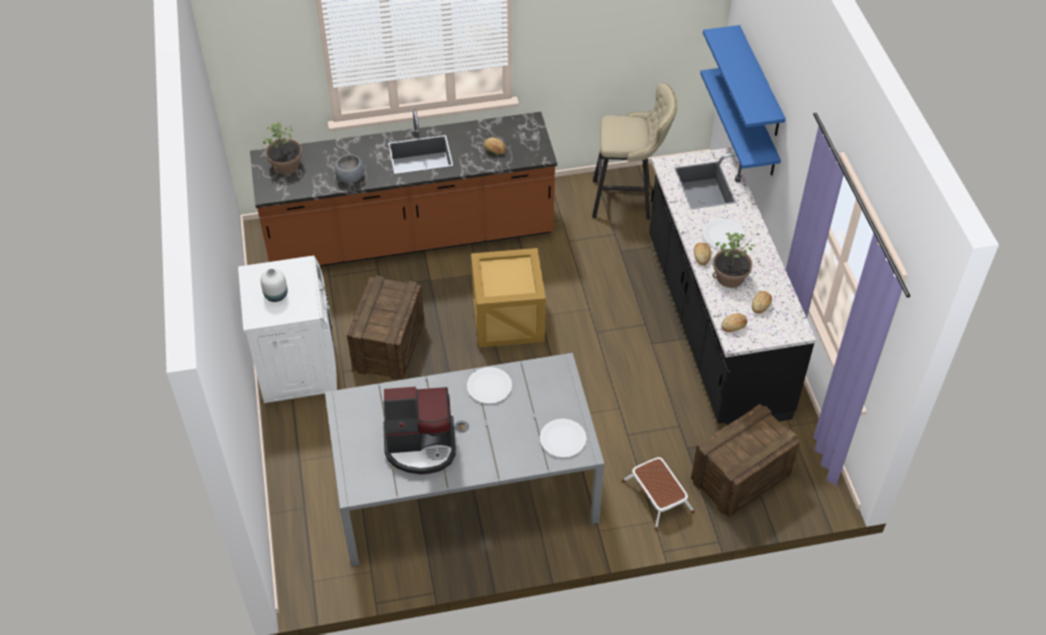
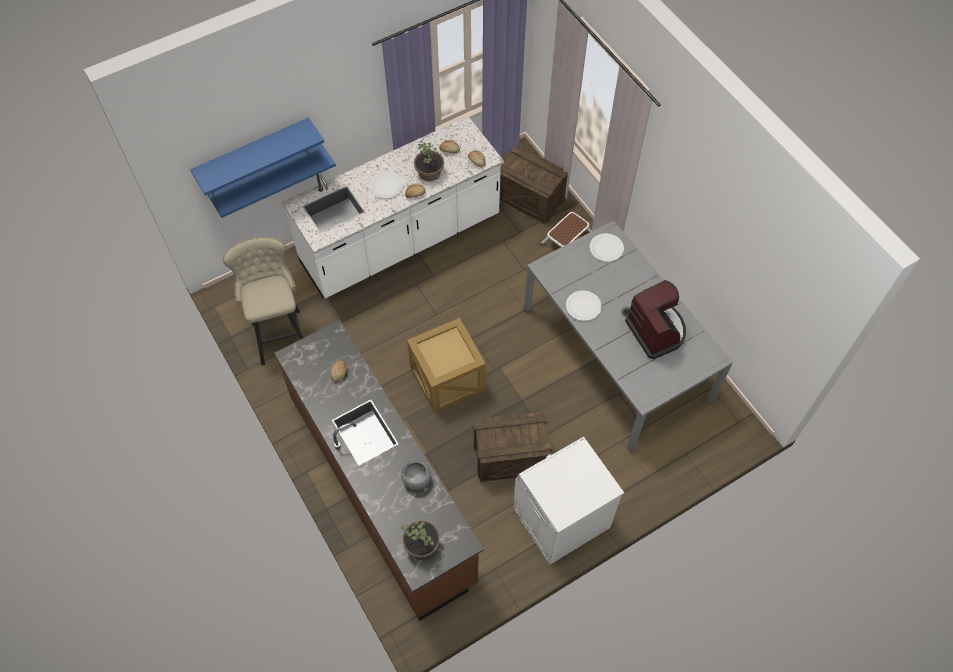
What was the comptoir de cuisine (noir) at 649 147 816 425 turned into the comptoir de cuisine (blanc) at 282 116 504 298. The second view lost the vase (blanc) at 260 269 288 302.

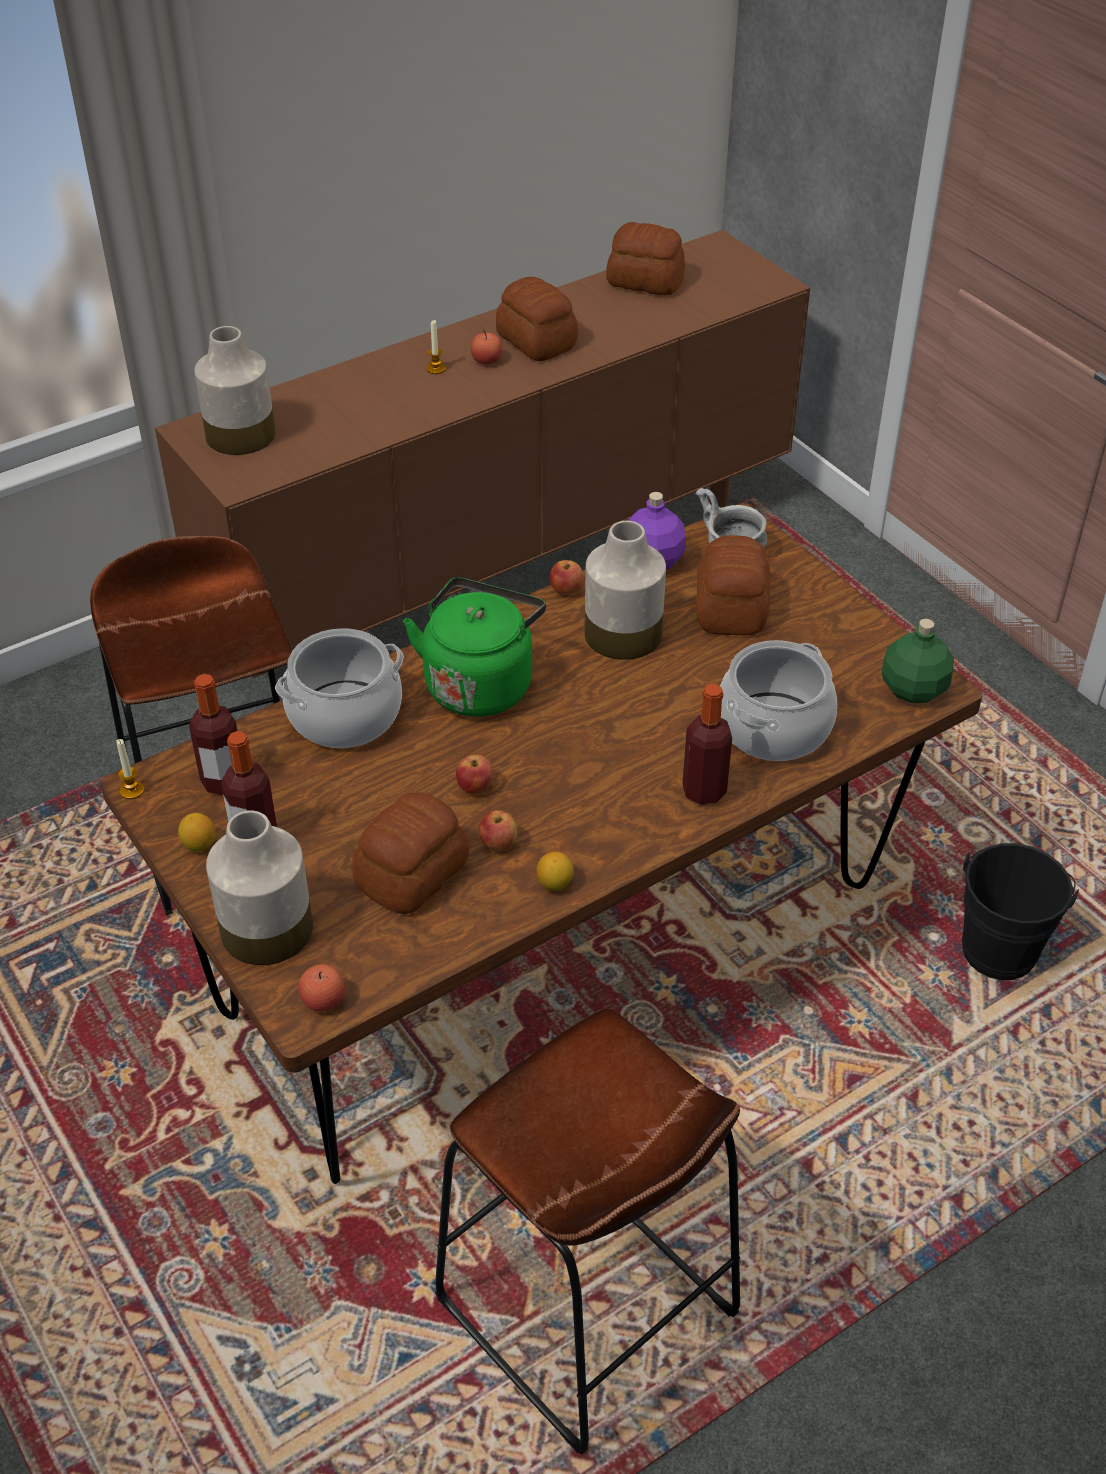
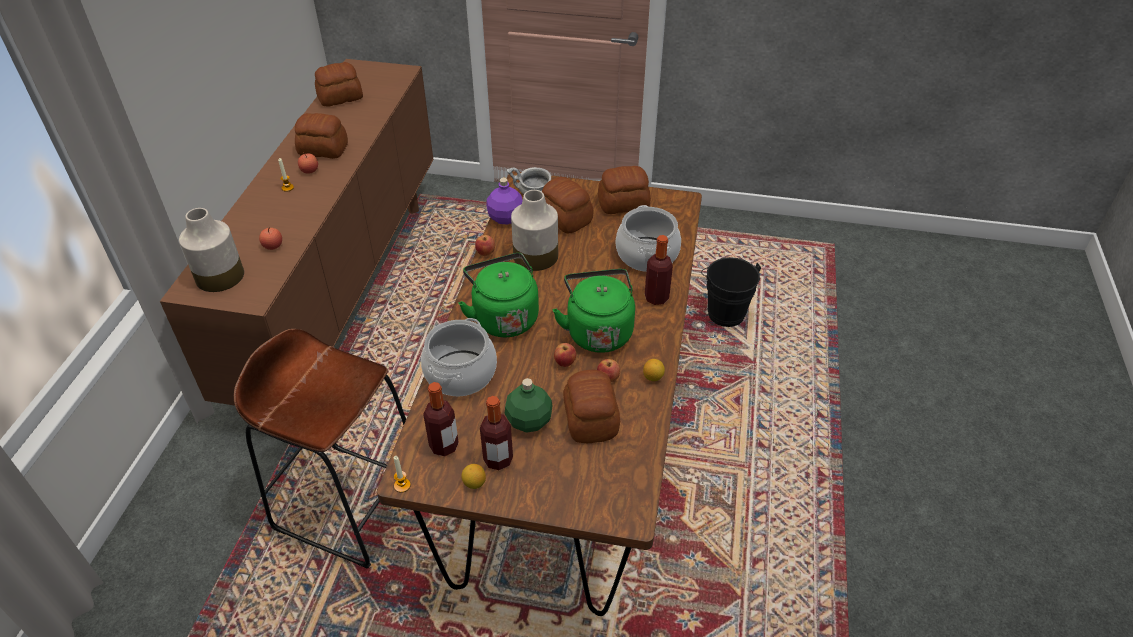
The pomme ended up elsewhere, having gone from 298 964 345 1012 to 259 227 282 250. The bouteille (vert) ended up elsewhere, having gone from 882 619 954 703 to 505 378 553 433. The second view gained the bouilloire (vert) at 553 269 635 353. The second view gained the pain at 598 166 651 214. The second view lost the vase (beige) at 206 810 313 965. The second view lost the tabouret (marron) at 435 1008 740 1454.

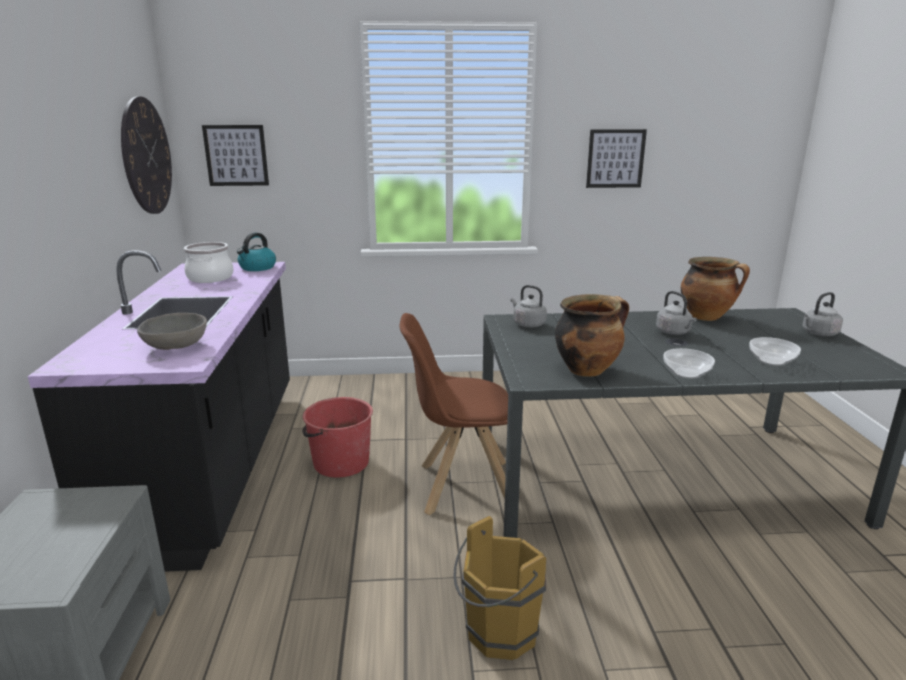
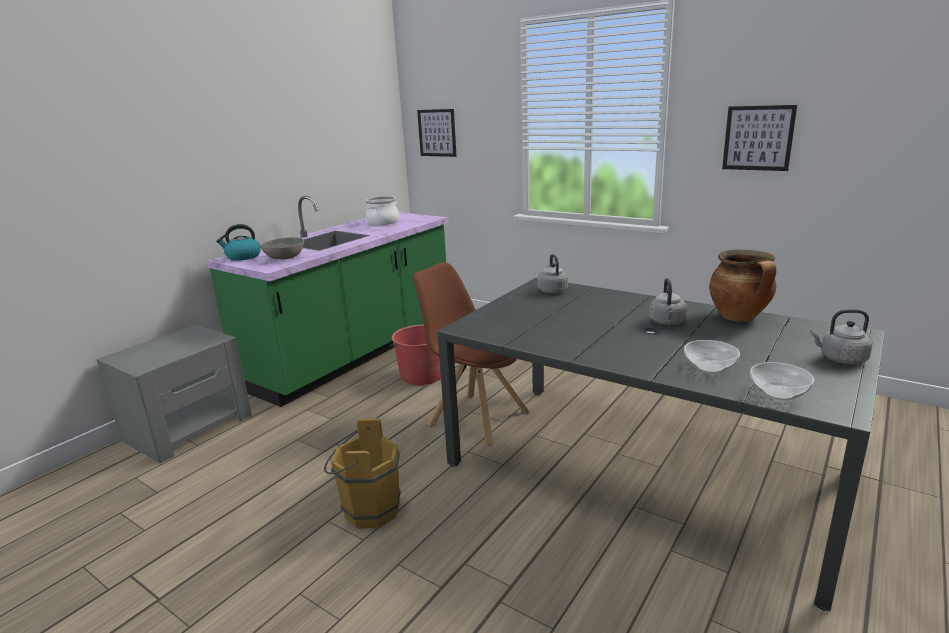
What was the comptoir de cuisine (noir) at 28 250 290 572 turned into the comptoir de cuisine (vert) at 207 196 449 407. The bouilloire ended up elsewhere, having gone from 237 233 276 271 to 216 224 261 261. The bol ended up elsewhere, having gone from 663 348 715 379 to 750 362 814 400. The second view lost the horloge murale at 121 96 172 214. The second view lost the marmite at 555 294 629 377.

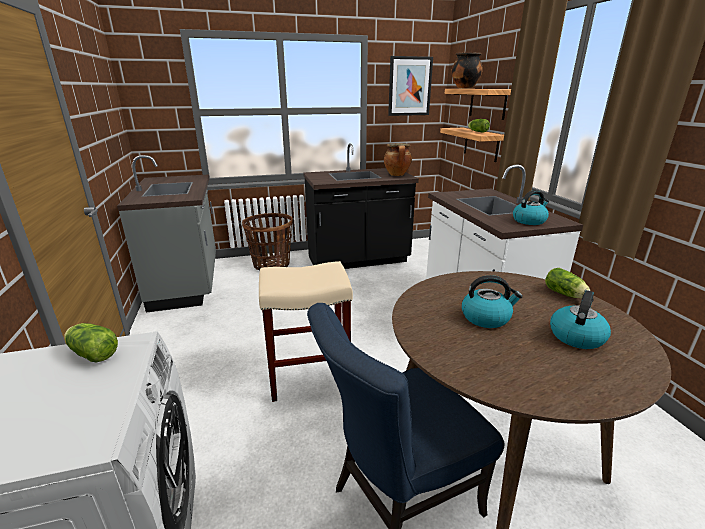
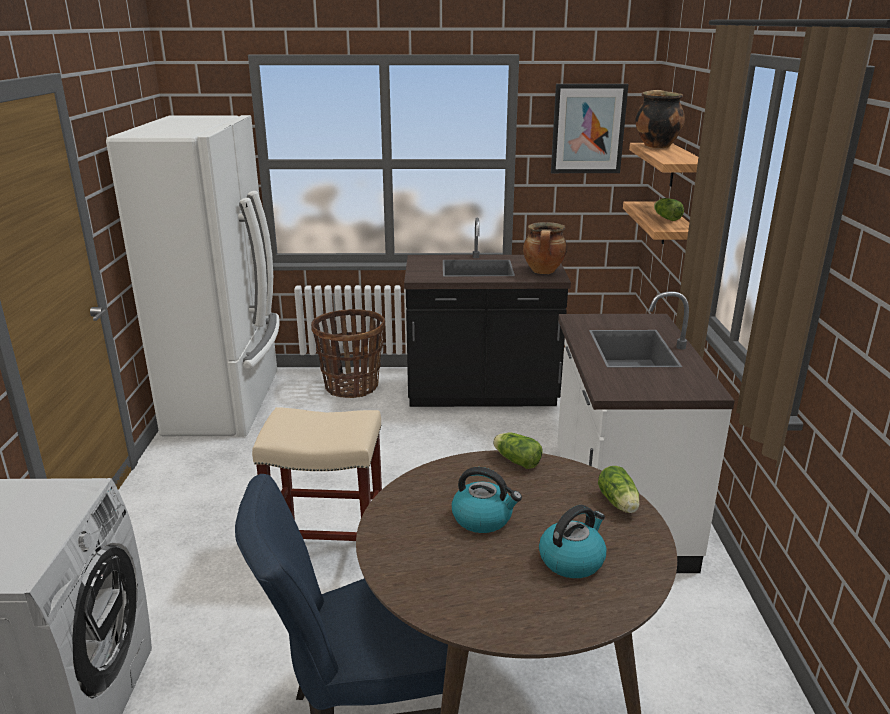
Where the comptoir de cuisine (gris) stood at 117 155 216 313, the réfrigérateur (blanc) came to stand at 106 115 280 437. The laitue ended up elsewhere, having gone from 64 323 118 362 to 493 433 543 469. The second view lost the bouilloire at 513 190 549 225.

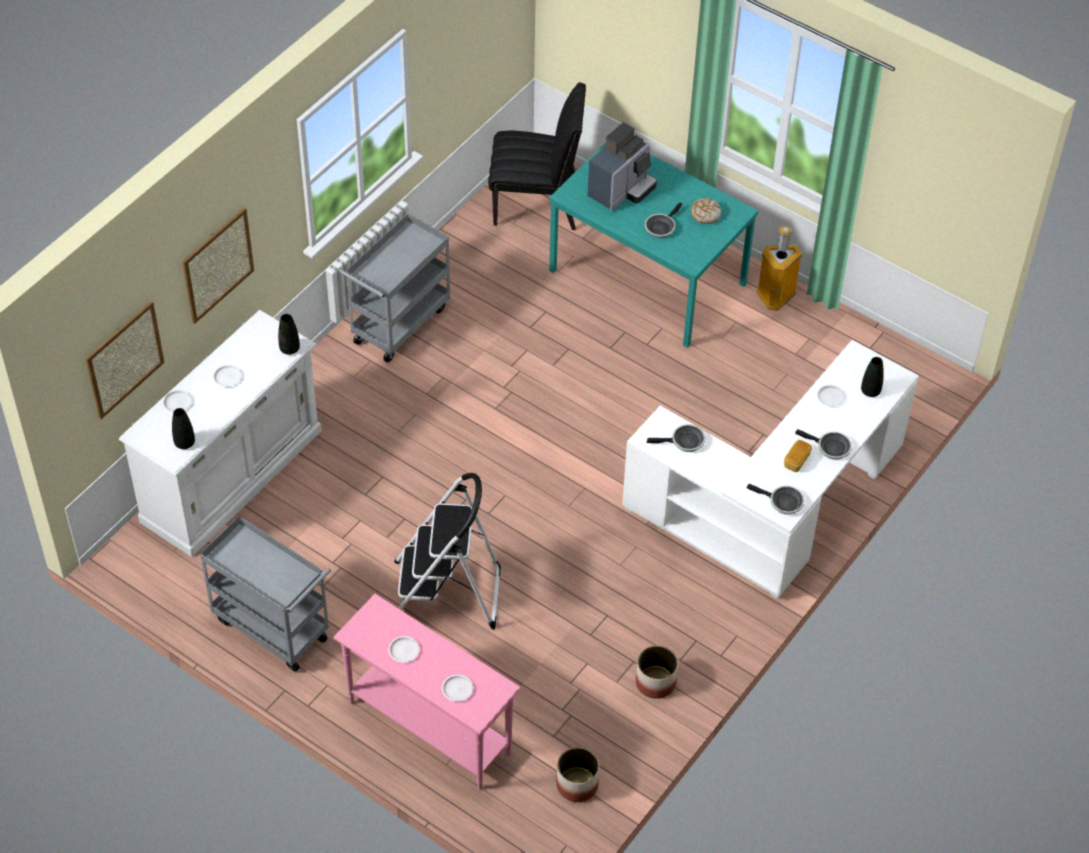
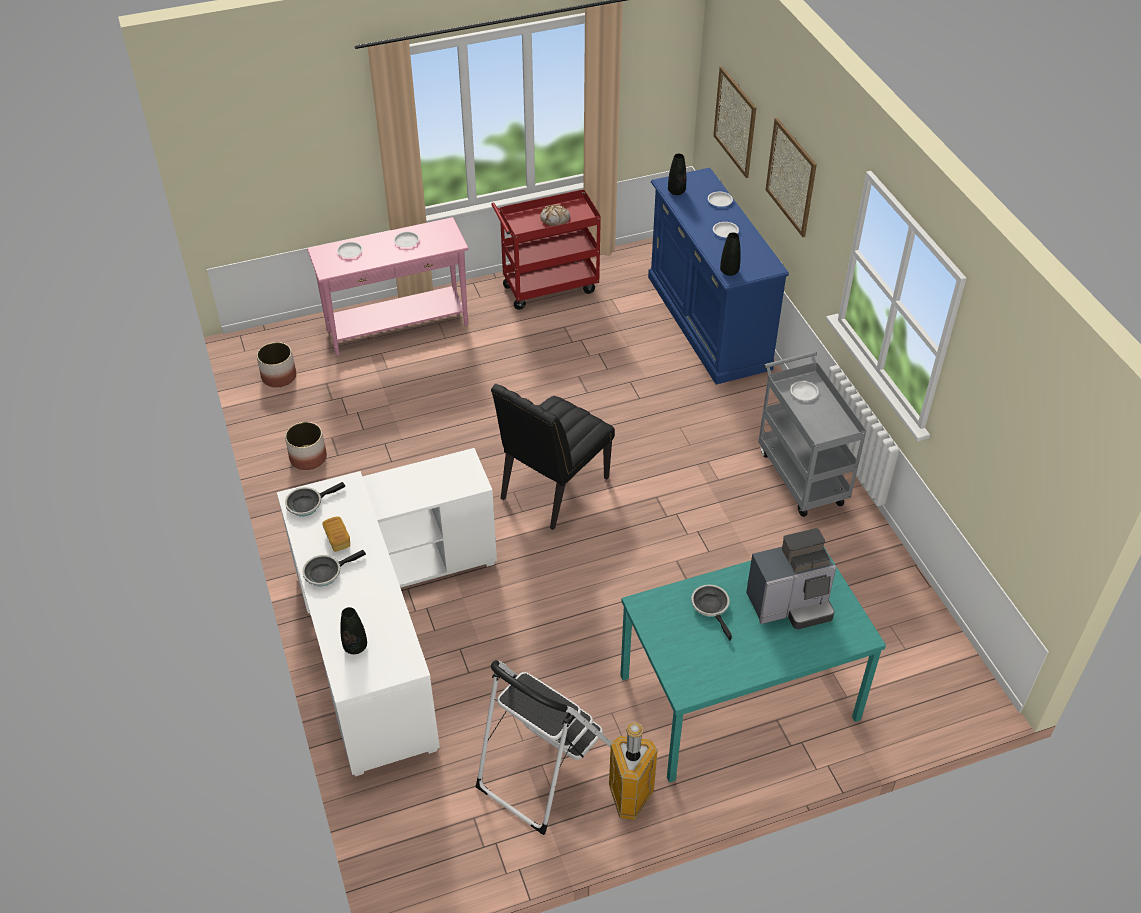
The escabeau ended up elsewhere, having gone from 394 473 501 630 to 476 660 612 835. What was the chariot (gris) at 200 517 331 672 turned into the chariot (rouge) at 491 190 601 310. The chaise (noir) ended up elsewhere, having gone from 488 82 586 230 to 491 384 615 530. The pain ended up elsewhere, having gone from 691 198 721 224 to 540 205 570 226. What was the meuble de rangement (blanc) at 119 310 322 557 turned into the meuble de rangement (bleu) at 648 168 789 385. The machine à café at 588 122 657 211 ended up facing another way, 90 degrees counterclockwise from before. The assiette (blanc) ended up elsewhere, having gone from 817 385 845 407 to 790 381 819 401. The second view lost the poêle at 647 424 705 452.

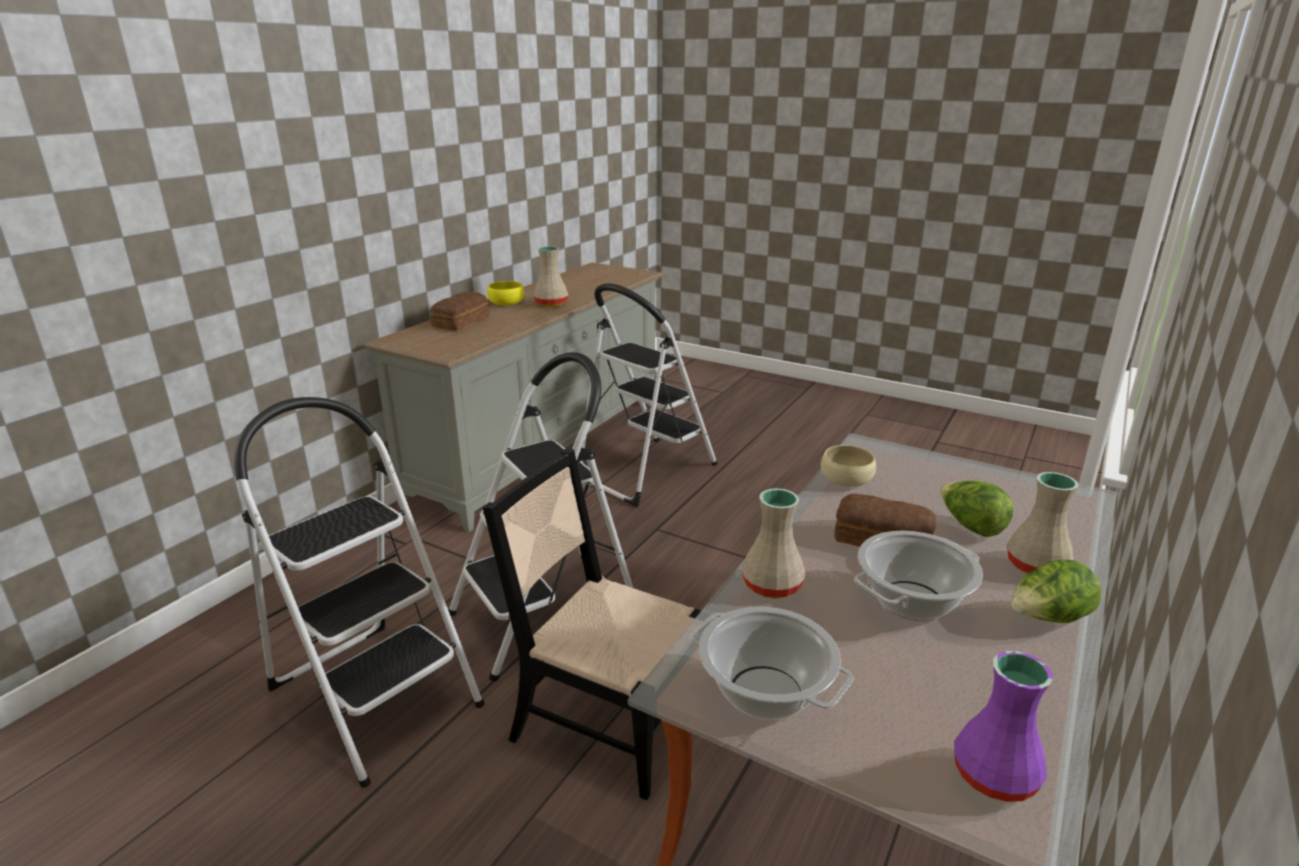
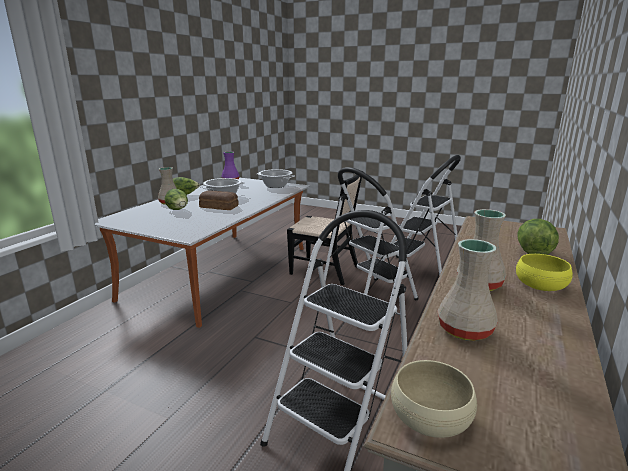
The bol (beige) ended up elsewhere, having gone from 821 445 876 487 to 391 360 477 438. The vase (beige) ended up elsewhere, having gone from 742 488 805 599 to 438 239 498 341. Where the pain stood at 430 292 490 331, the laitue came to stand at 517 219 559 255.

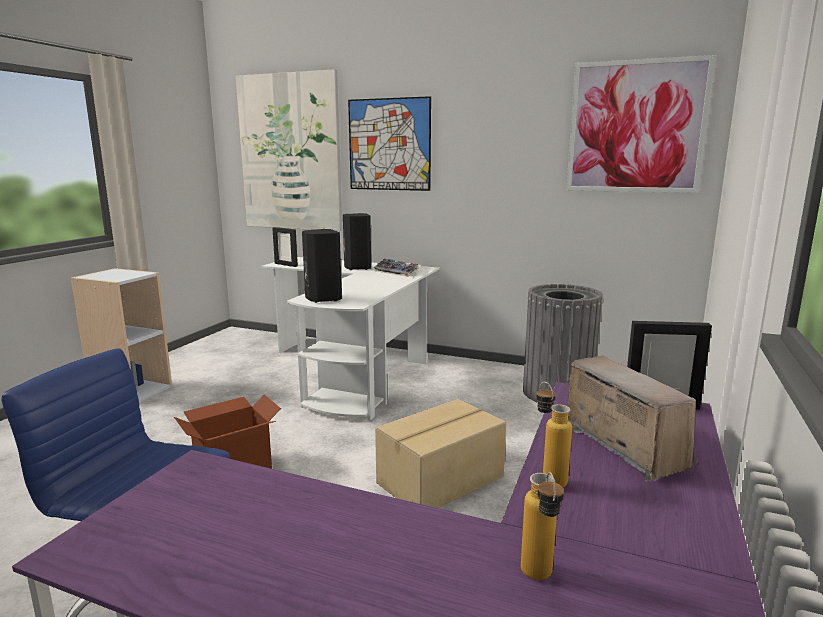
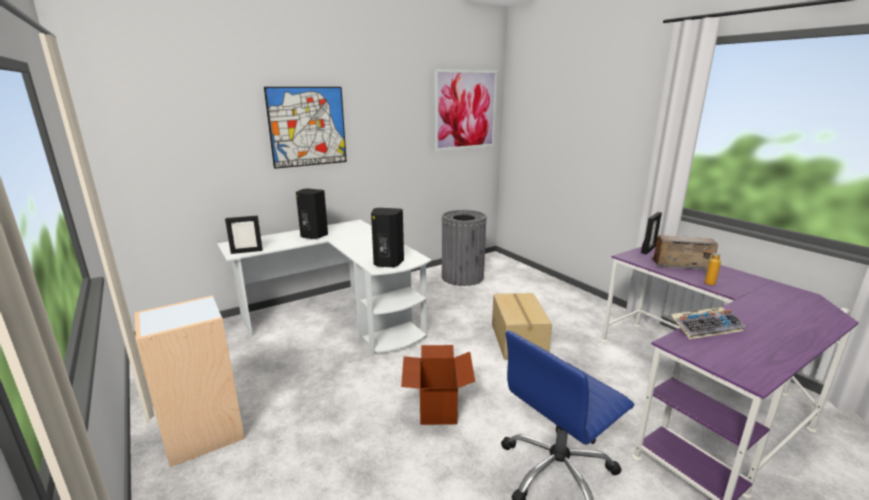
The clavier ended up elsewhere, having gone from 374 259 422 277 to 671 307 745 339. The second view lost the tableau at 235 69 342 231. The second view lost the bouteille at 521 472 564 580.

